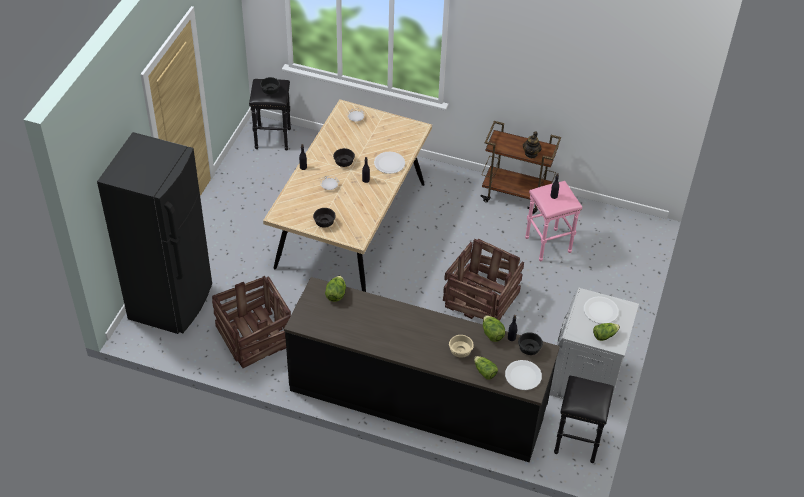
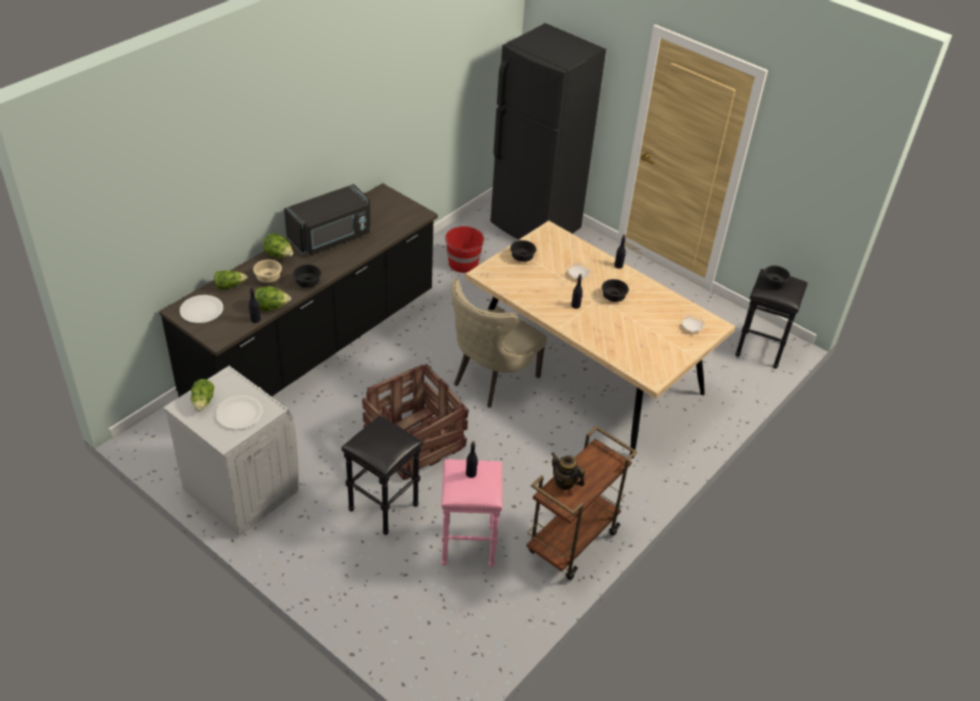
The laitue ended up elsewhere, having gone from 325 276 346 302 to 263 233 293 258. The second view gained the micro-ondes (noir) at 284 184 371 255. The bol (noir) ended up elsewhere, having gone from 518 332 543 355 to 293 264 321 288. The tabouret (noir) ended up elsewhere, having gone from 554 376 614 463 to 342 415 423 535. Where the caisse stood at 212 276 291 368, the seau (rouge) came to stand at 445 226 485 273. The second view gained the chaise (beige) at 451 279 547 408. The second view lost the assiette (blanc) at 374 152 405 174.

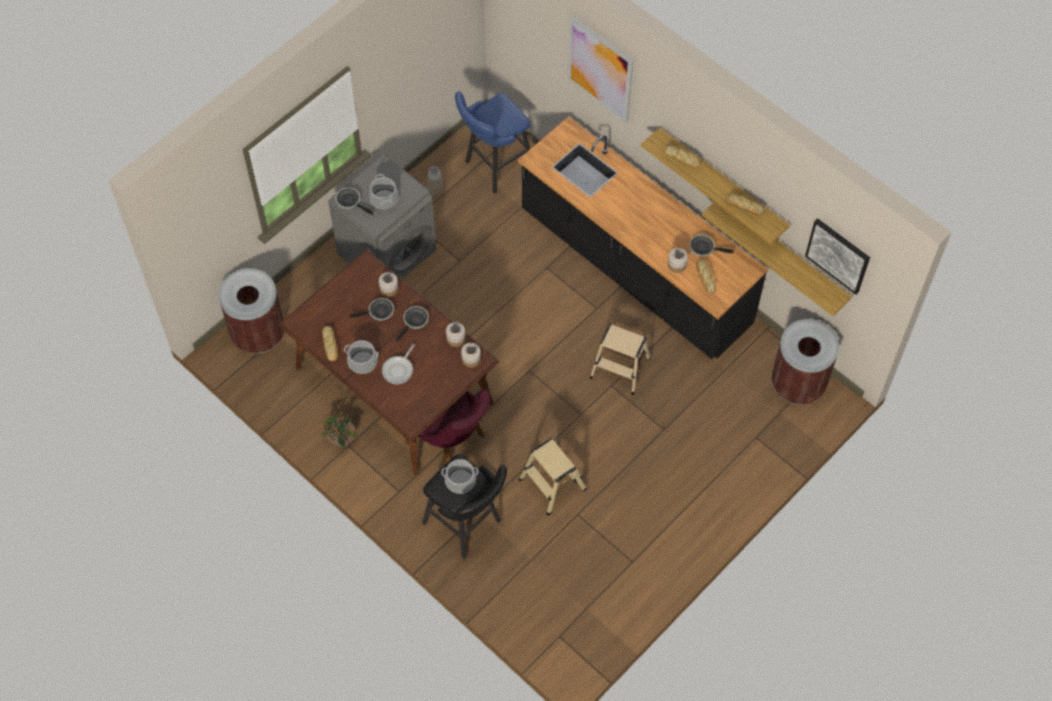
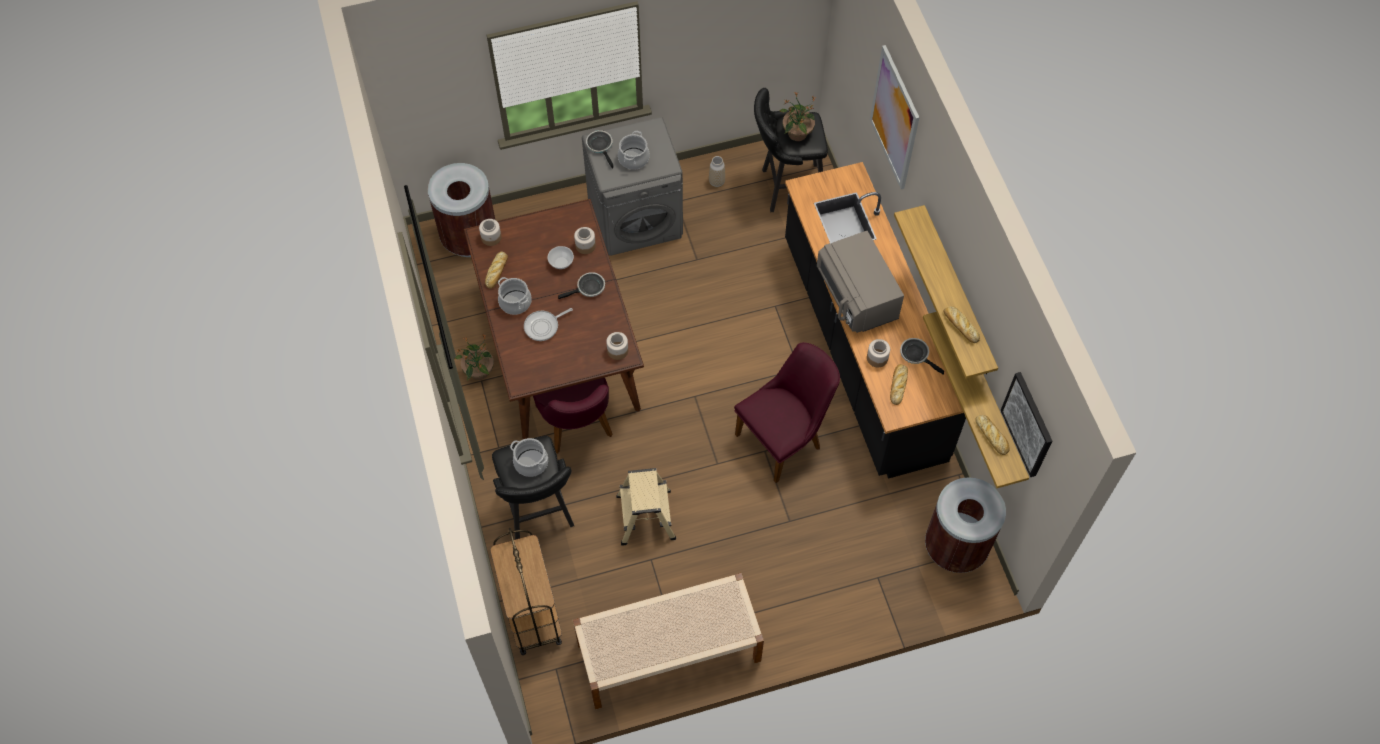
The bocal ended up elsewhere, having gone from 446 322 465 347 to 479 219 501 246. The second view gained the chariot (marron) at 490 528 562 655. Where the poêle stood at 350 298 394 321, the bol came to stand at 548 246 574 269. The second view gained the banc (beige) at 573 573 764 709. Where the escabeau (beige) stood at 590 323 651 395, the chaise (violet) came to stand at 734 342 840 483. What was the tabouret (bleu) at 455 91 531 194 turned into the tabouret (noir) at 754 88 828 213. The second view gained the plante en pot at 780 92 816 141. The second view gained the micro-ondes (gris) at 817 231 904 333. The pain ended up elsewhere, having gone from 664 146 701 168 to 975 415 1010 455.

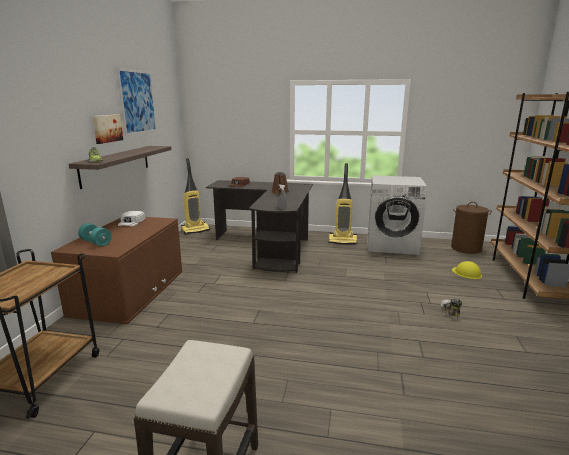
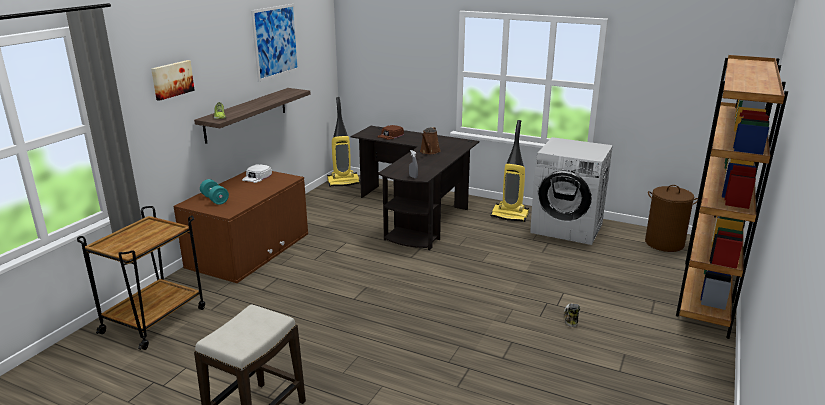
The tableau ended up elsewhere, having gone from 92 114 123 144 to 151 60 195 101. The second view lost the casque de chantier (jaune) at 452 261 482 279.

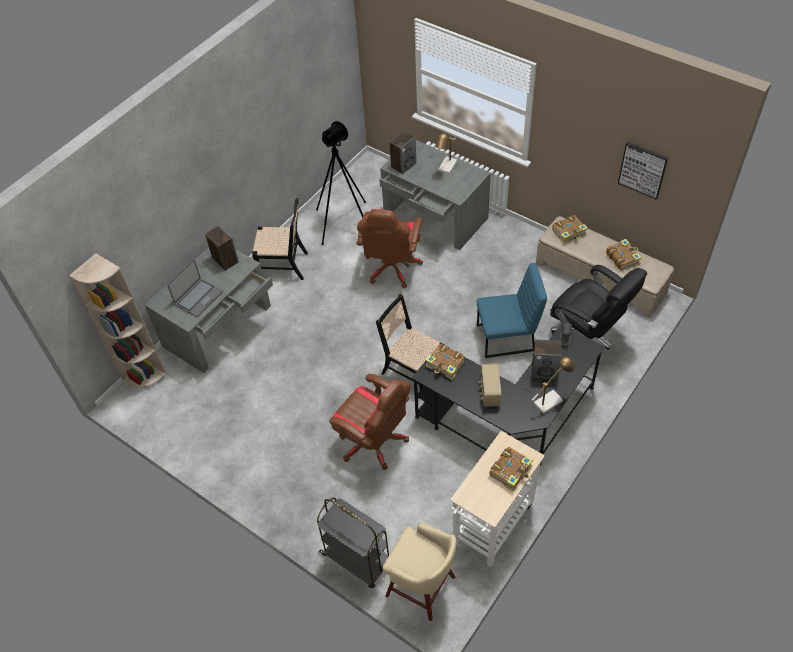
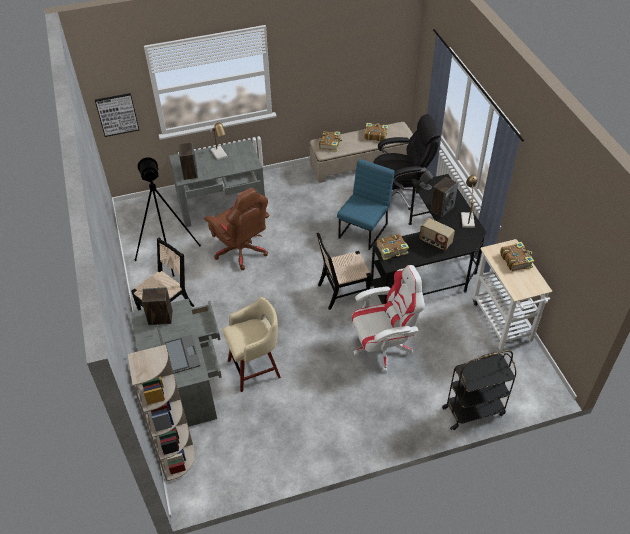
The tableau ended up elsewhere, having gone from 618 142 668 199 to 95 93 139 137. The tabouret (beige) ended up elsewhere, having gone from 383 523 457 621 to 222 297 281 392. What was the chaise de bureau (marron) at 329 374 411 470 turned into the chaise de bureau (blanc) at 352 265 425 372.

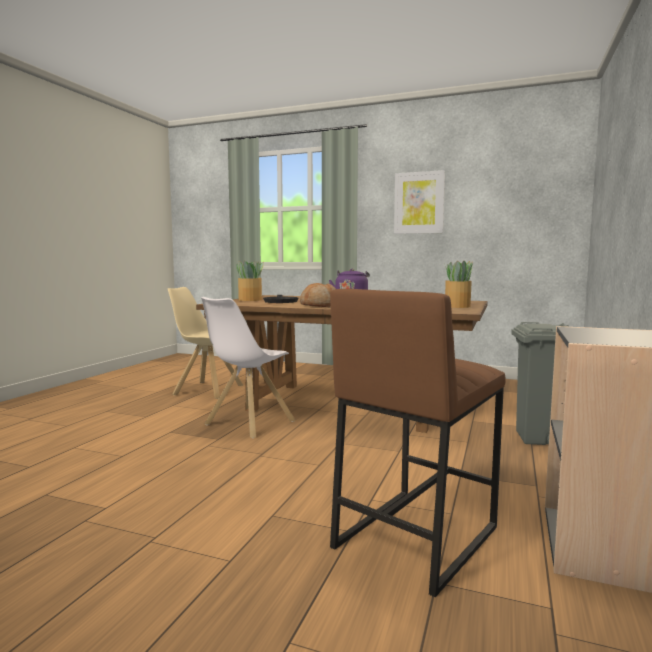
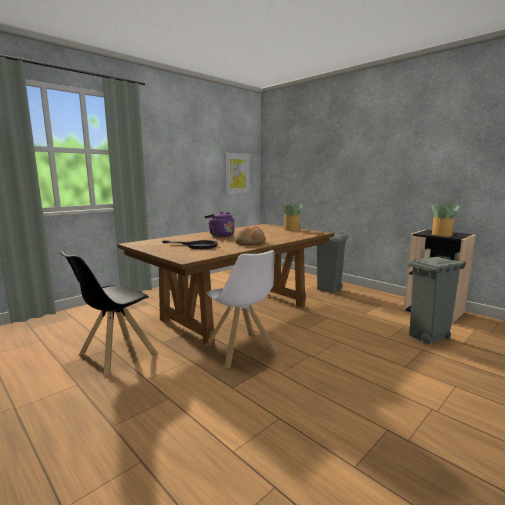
What was the chaise (beige) at 168 287 243 399 turned into the chaise (noir) at 60 251 157 376. The tableau ended up elsewhere, having gone from 394 170 445 234 to 224 153 250 194. Where the tabouret (marron) stood at 330 289 506 597, the poubelle (gris) came to stand at 407 255 466 345. The plante en pot ended up elsewhere, having gone from 237 261 264 301 to 432 203 459 236.

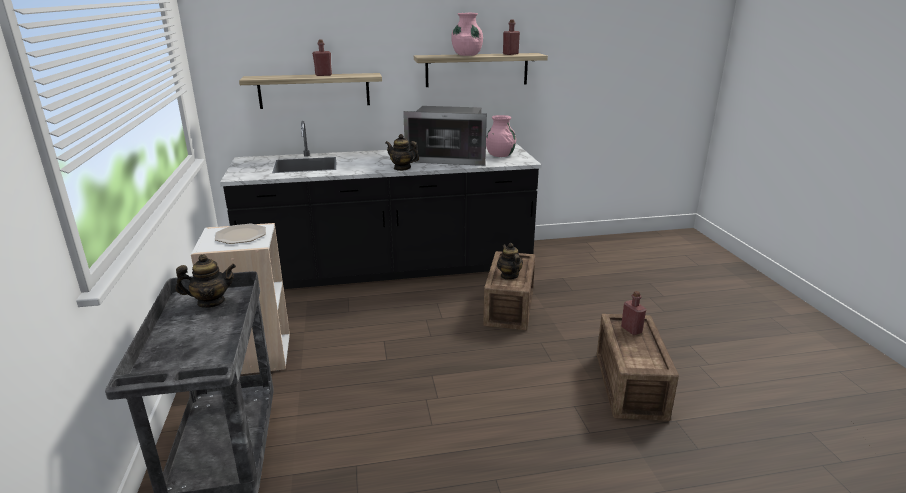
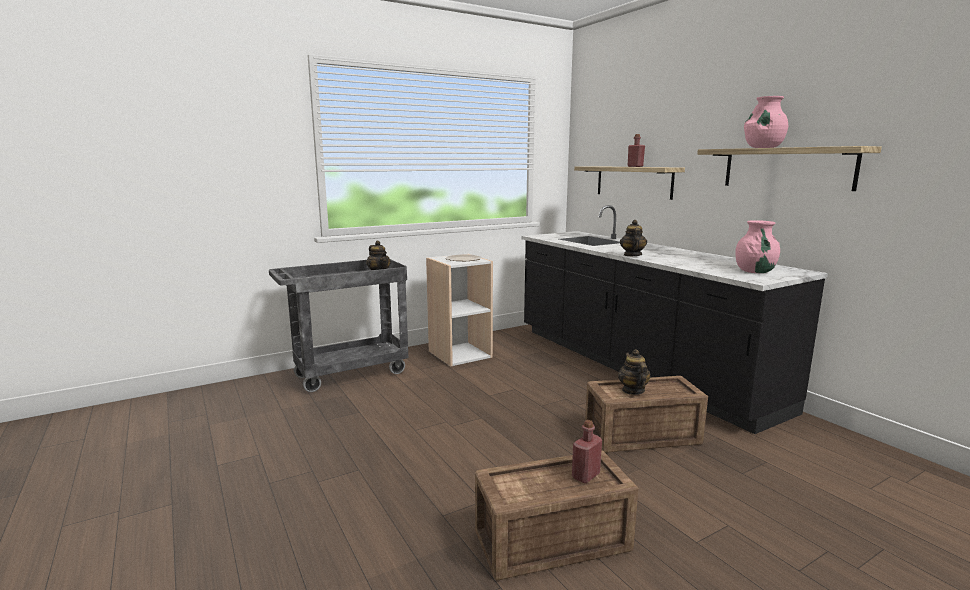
The théière at 497 243 523 280 ended up facing another way, 60 degrees counterclockwise from before. The second view lost the micro-ondes at 403 106 487 166. The second view lost the bouteille (rouge) at 503 20 520 55.

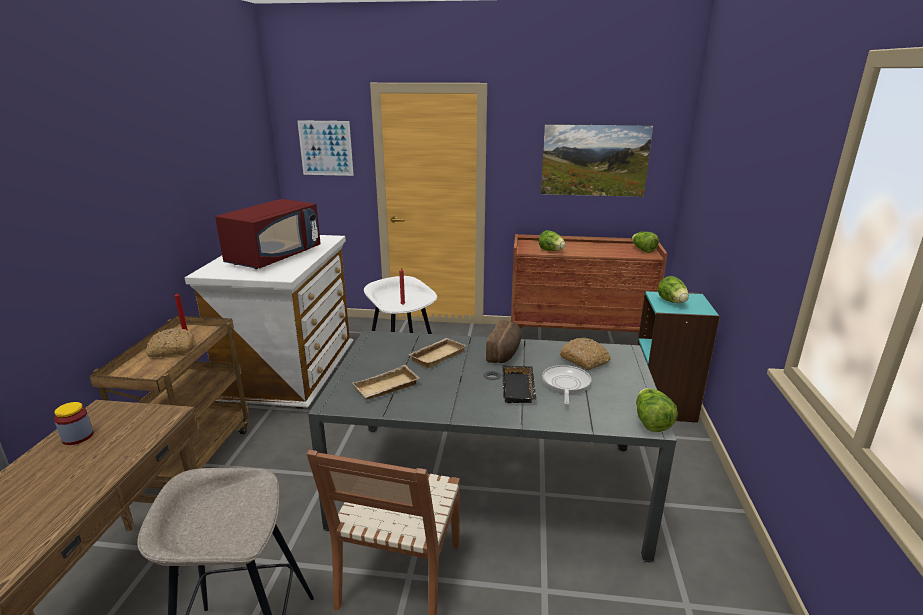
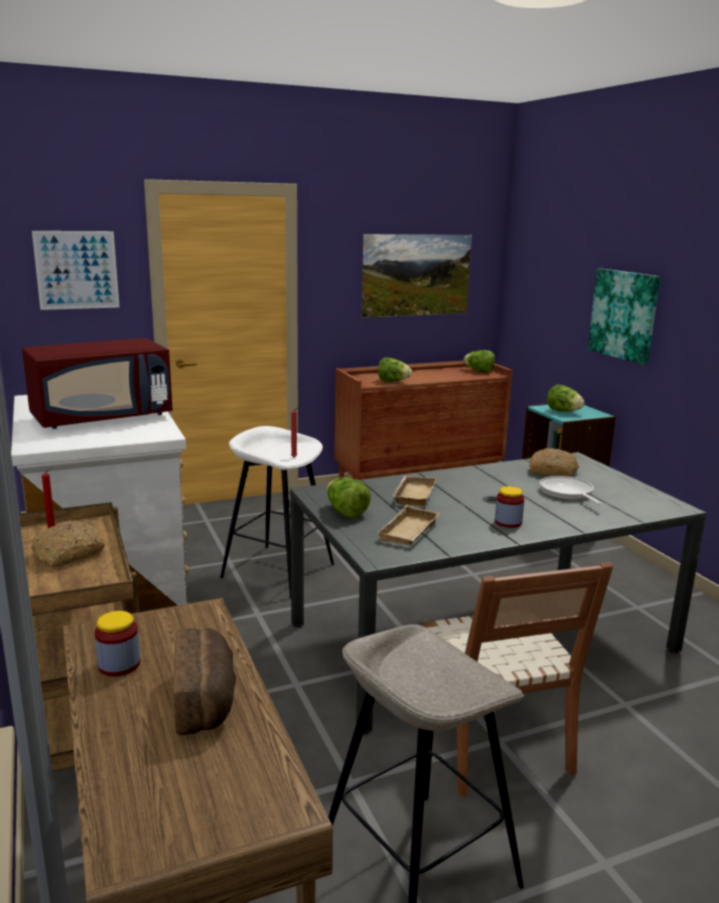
The micro-ondes (rouge) at 215 199 321 269 ended up facing another way, 60 degrees clockwise from before. The pain ended up elsewhere, having gone from 486 320 522 363 to 173 628 236 735. The laitue ended up elsewhere, having gone from 636 388 678 432 to 327 477 371 518. The second view gained the bocal at 495 486 524 528. The second view gained the tableau at 588 269 660 365. The second view lost the plateau (noir) at 502 365 537 403.

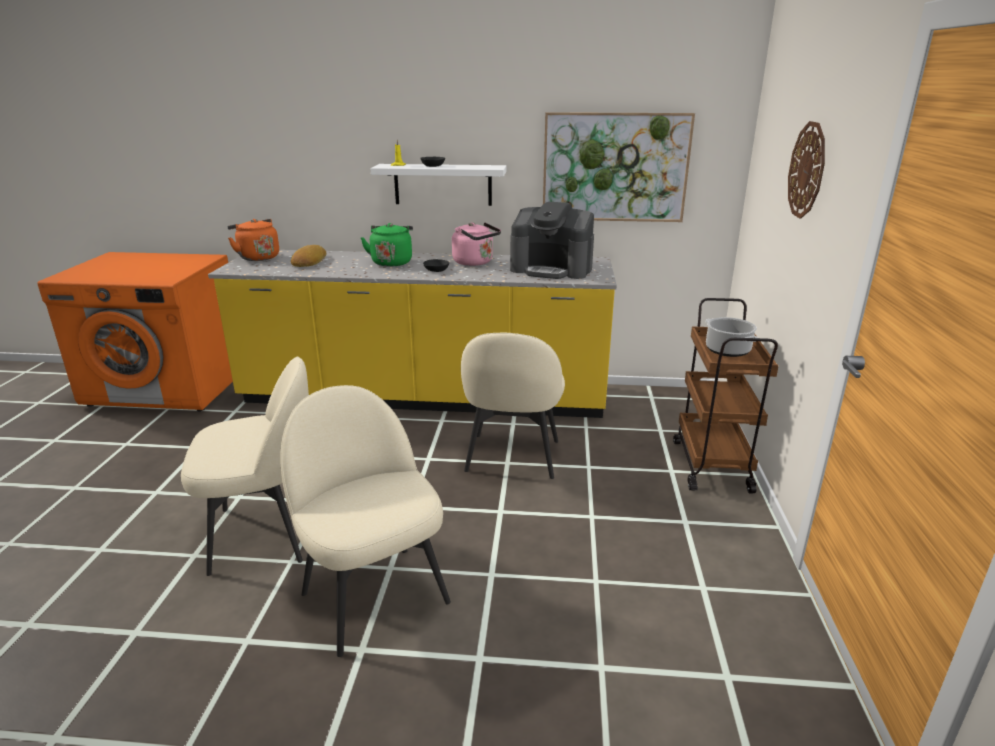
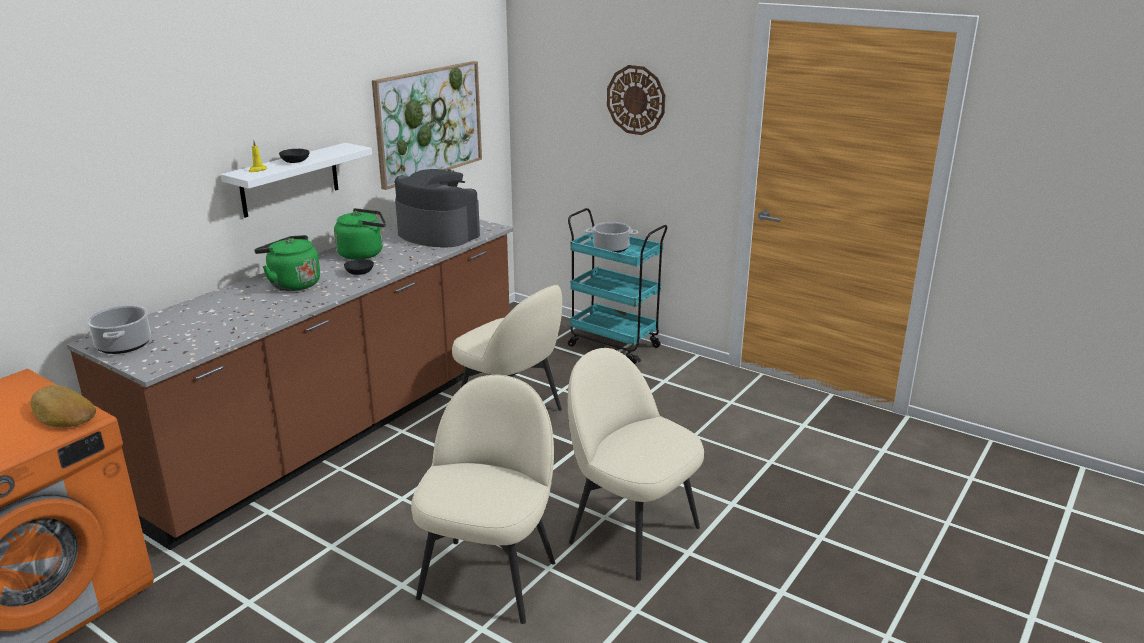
The pain ended up elsewhere, having gone from 291 245 327 267 to 30 385 96 428. What was the comptoir de cuisine (jaune) at 208 250 617 418 turned into the comptoir de cuisine (marron) at 67 219 513 550. Where the bouilloire (orange) stood at 227 219 279 261, the marmite came to stand at 87 305 151 354. What was the bouilloire (rose) at 452 222 501 266 turned into the bouilloire (vert) at 334 208 386 260. The machine à café at 510 202 594 279 ended up facing another way, 105 degrees counterclockwise from before. What was the chariot (marron) at 673 298 779 494 turned into the chariot (turquoise) at 568 208 667 364. The chaise (beige) at 280 385 451 657 ended up facing another way, 45 degrees clockwise from before.

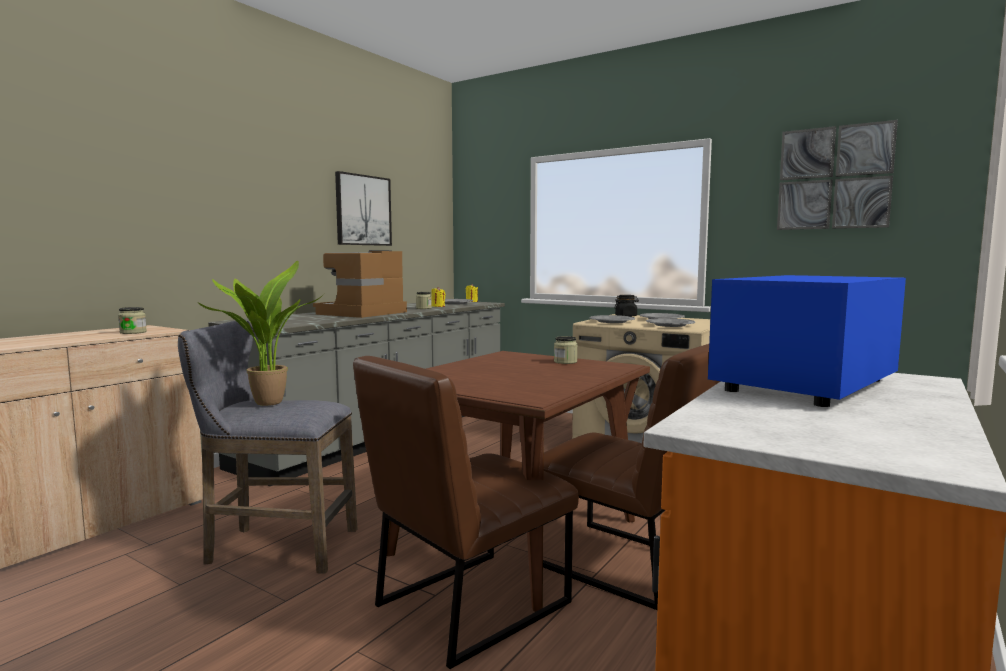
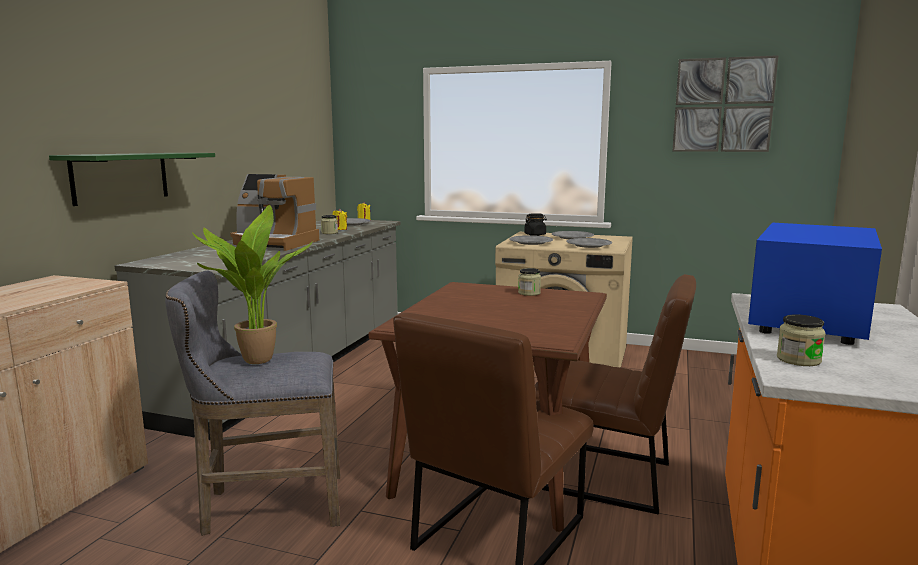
The second view gained the étagère (vert) at 49 153 215 206. The machine à café at 313 250 407 318 ended up facing another way, 90 degrees counterclockwise from before. The bocal ended up elsewhere, having gone from 118 307 147 334 to 777 314 826 366. The second view lost the tableau at 335 171 392 246.

